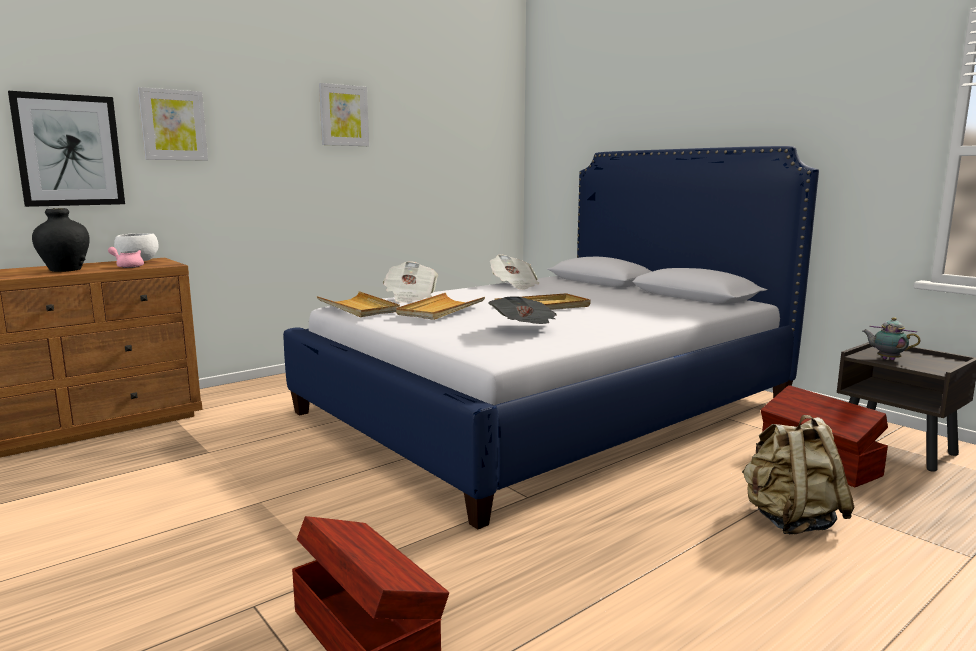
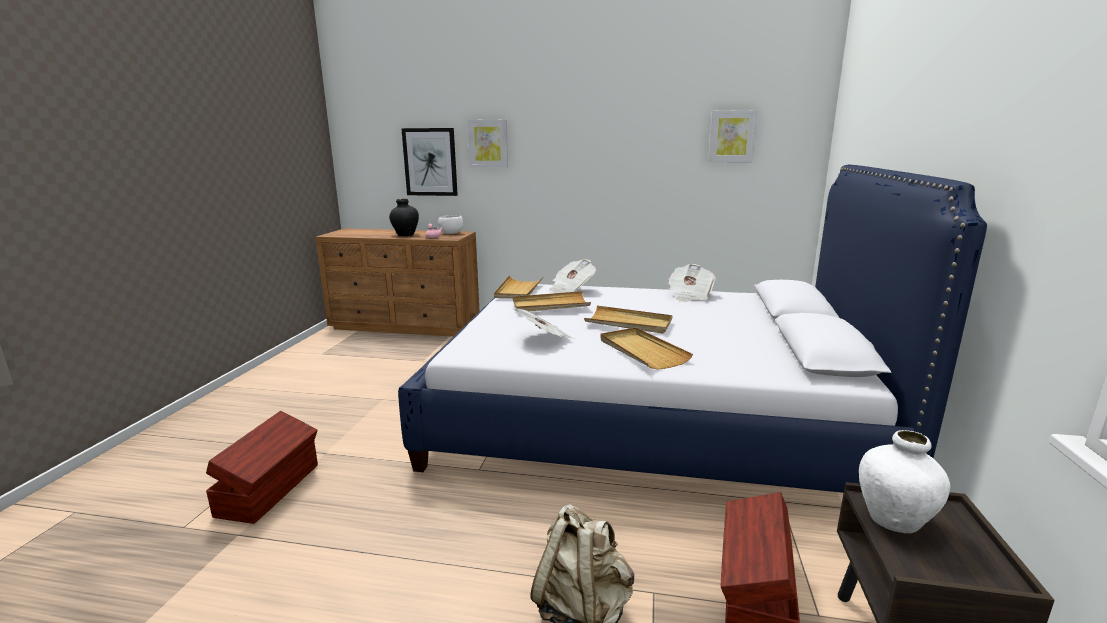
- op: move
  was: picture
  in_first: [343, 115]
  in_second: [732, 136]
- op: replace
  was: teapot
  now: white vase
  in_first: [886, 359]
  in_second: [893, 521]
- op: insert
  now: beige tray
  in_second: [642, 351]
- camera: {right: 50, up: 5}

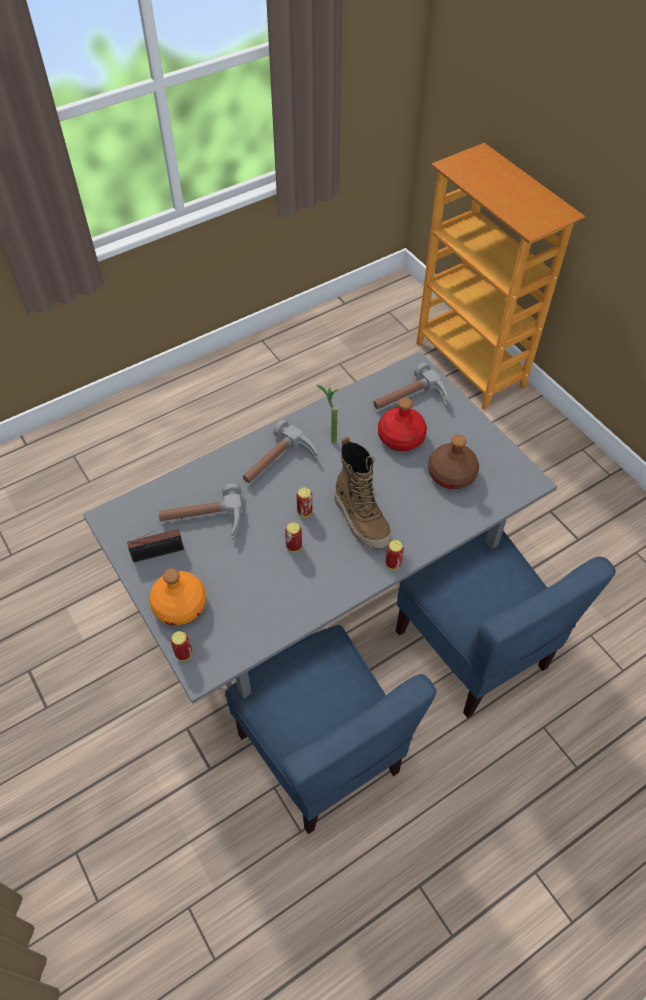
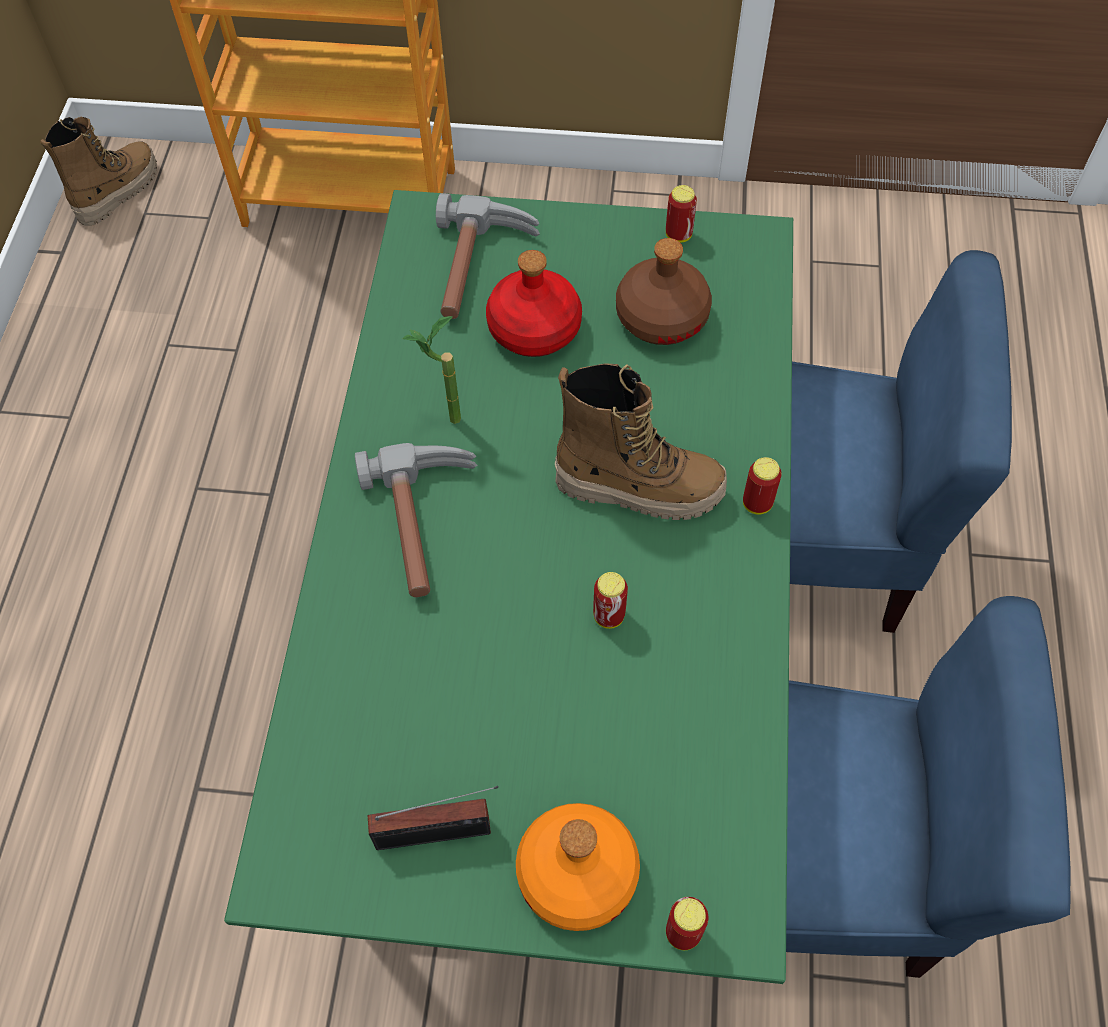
- op: recolor
  was: grey dining table
  now: green dining table
  in_first: [323, 595]
  in_second: [554, 672]
- op: rotate
  was: radio
  in_first: [161, 552]
  in_second: [440, 833]
  clockwise: 60
- op: delete
  was: hammer
  in_first: [203, 523]
- op: move
  was: can
  in_first: [304, 511]
  in_second: [678, 235]
- op: insert
  now: boot
  in_second: [117, 191]
- camera: {right: -50, up: 5}

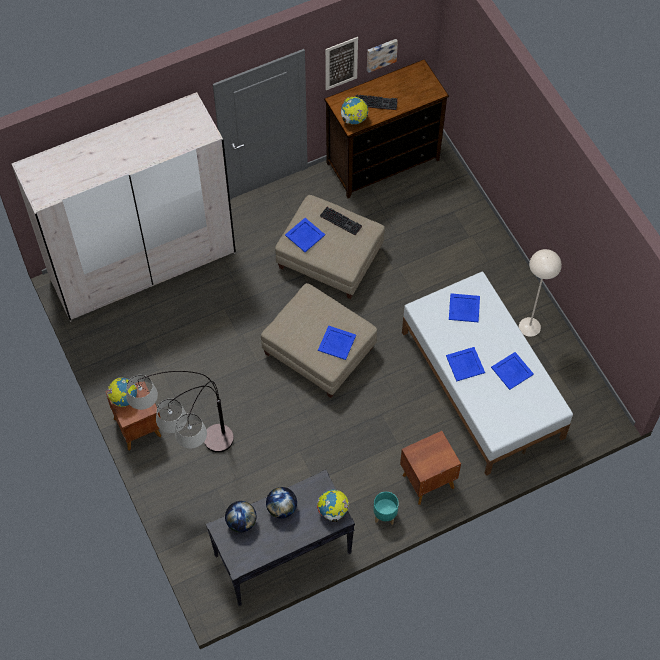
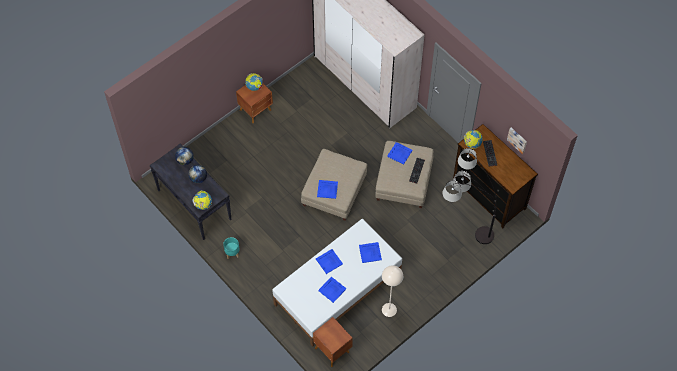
- op: move
  was: floor lamp
  in_first: [194, 465]
  in_second: [462, 227]
- op: delete
  was: picture
  in_first: [341, 63]
- op: move
  was: brown nightstand
  in_first: [427, 481]
  in_second: [332, 349]
- camera: {right: 75, up: 0}

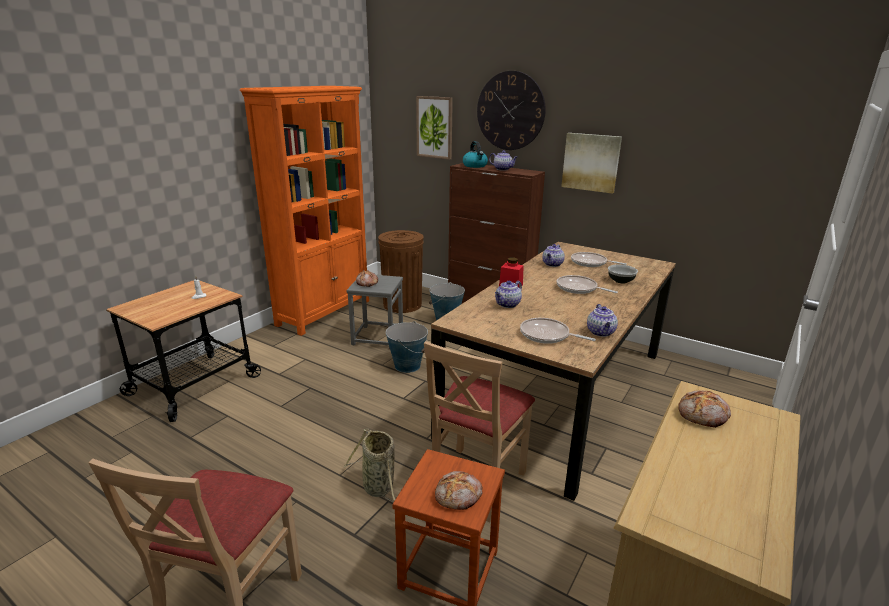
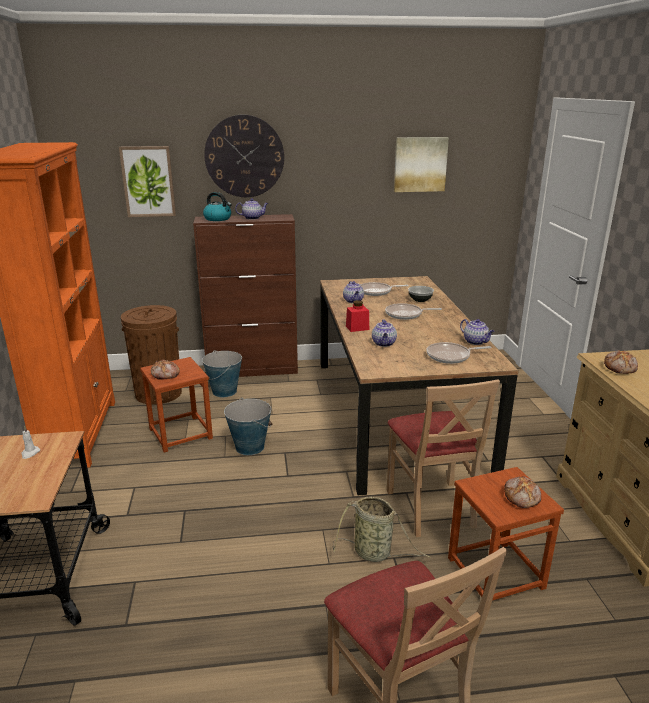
- op: recolor
  was: grey stool
  now: brown stool
  in_first: [377, 337]
  in_second: [180, 434]
- op: move
  was: picture
  in_first: [591, 162]
  in_second: [420, 164]
- camera: {right: -40, up: 0}

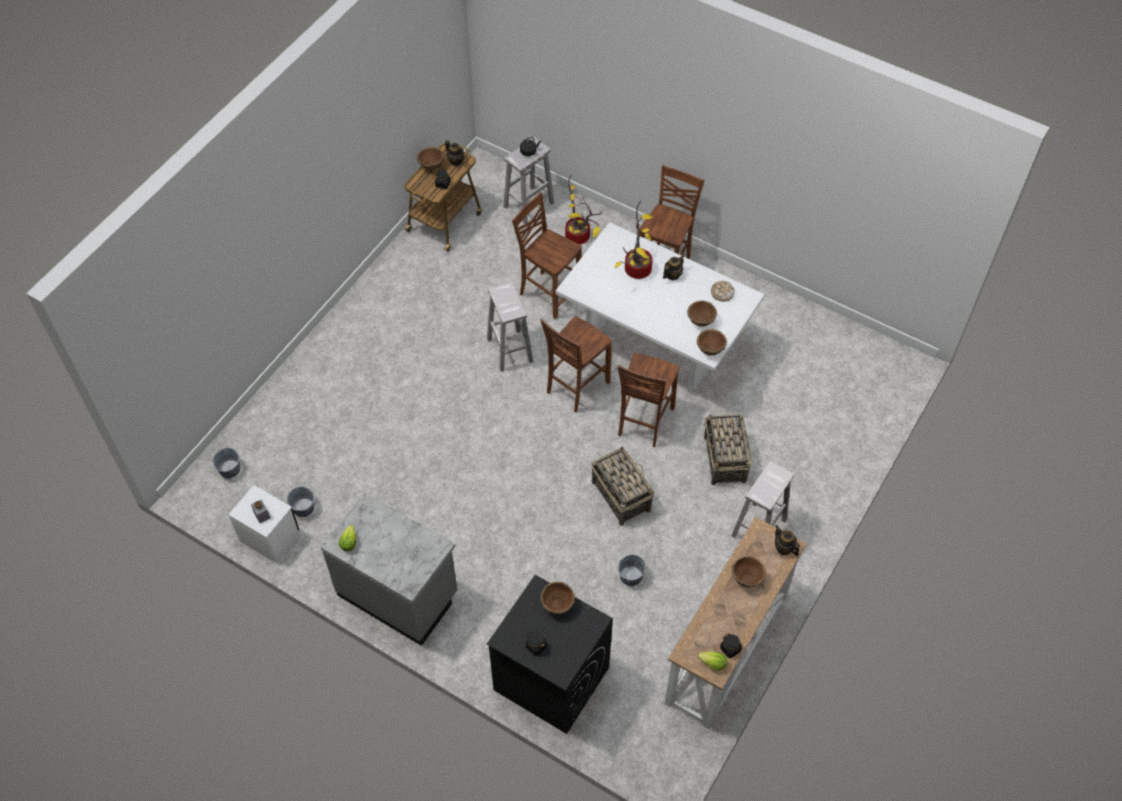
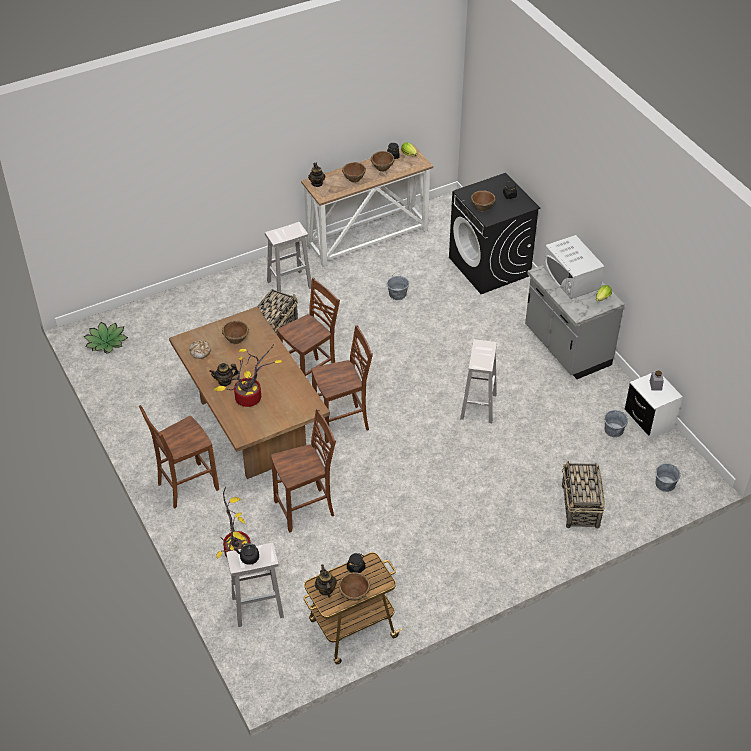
- op: move
  was: white stool
  in_first: [509, 349]
  in_second: [478, 407]
- op: rotate
  was: brown chair
  in_first: [548, 293]
  in_second: [306, 509]
  clockwise: -90
- op: recolor
  was: white dining table
  now: brown dining table
  in_first: [654, 344]
  in_second: [253, 428]
- op: move
  was: basket
  in_first: [620, 495]
  in_second: [580, 507]
- op: move
  was: brown bowl
  in_first: [710, 350]
  in_second: [382, 168]
- op: insert
  now: potted plant
  in_second: [106, 342]
- op: insert
  now: white microwave
  in_second: [571, 278]
- camera: {right: -150, up: -10}

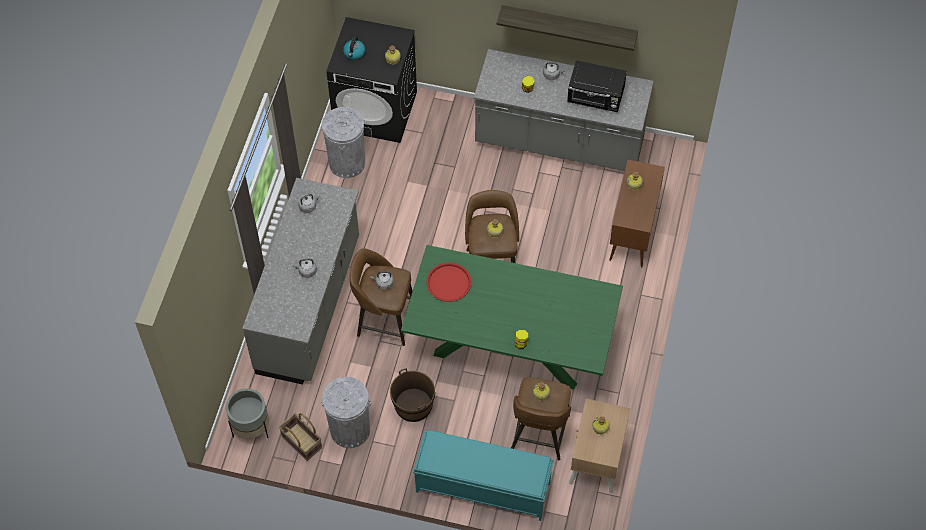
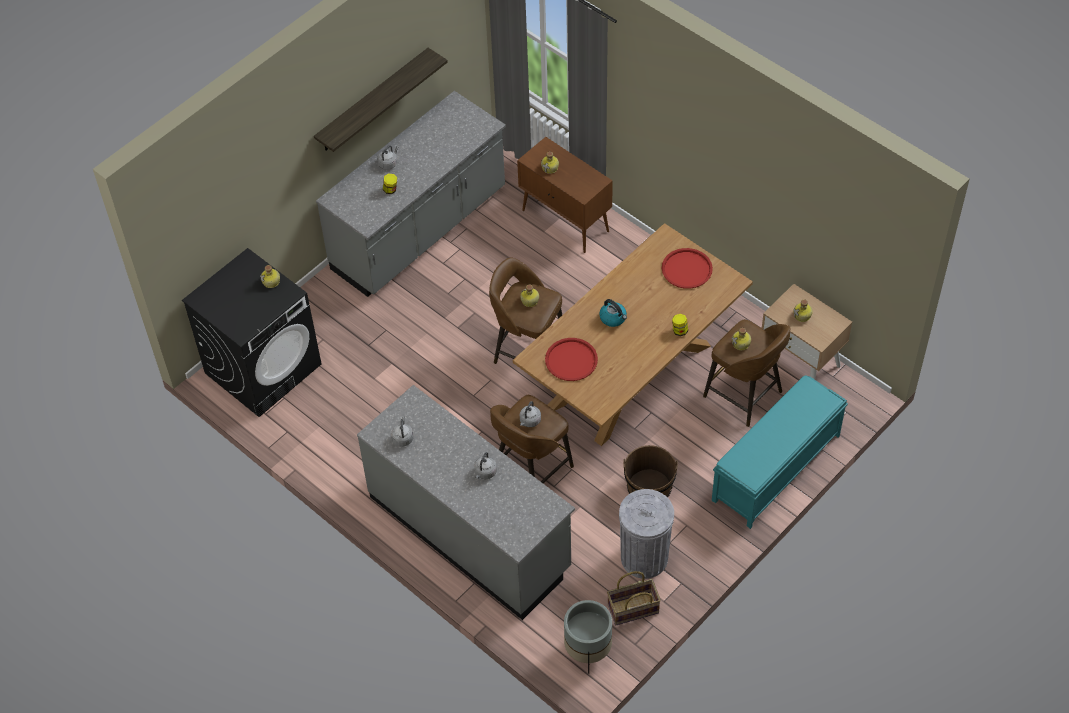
- op: delete
  was: grey trash can
  in_first: [347, 163]
- op: move
  was: kettle
  in_first: [354, 53]
  in_second: [613, 318]
- op: recolor
  was: green dining table
  now: brown dining table
  in_first: [511, 346]
  in_second: [631, 375]
- op: delete
  was: black microwave
  in_first: [596, 98]
- op: insert
  now: red tray
  in_second: [687, 269]
- camera: {right: -60, up: -5}

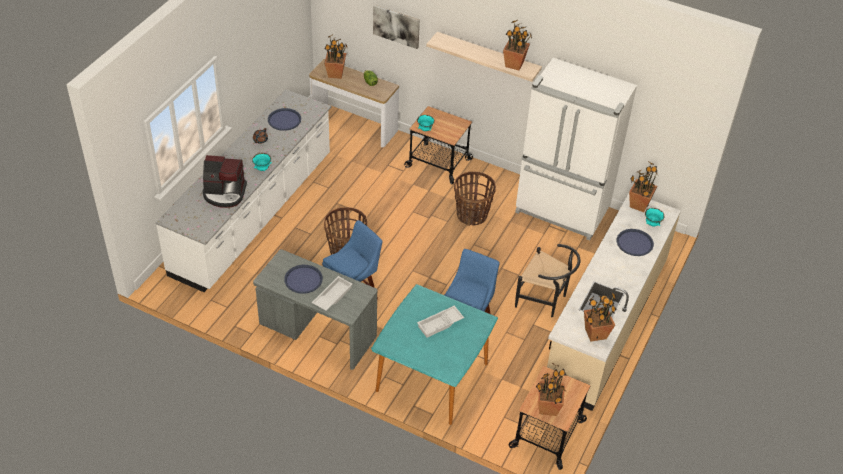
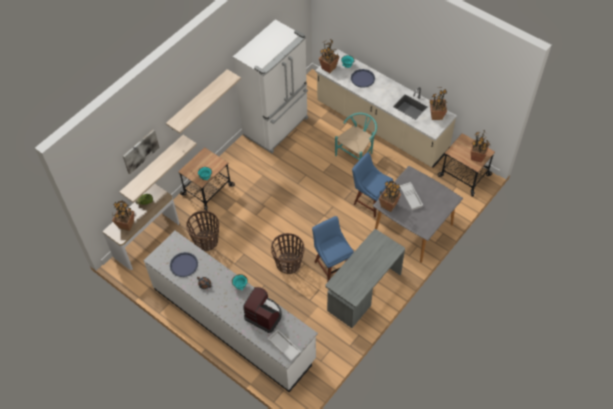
- op: rotate
  was: coffee machine
  in_first: [224, 193]
  in_second: [264, 315]
  clockwise: -75
- op: delete
  was: blue tray
  in_first: [303, 279]
- op: move
  was: white tray
  in_first: [332, 296]
  in_second: [283, 346]
- op: recolor
  was: turquoise dining table
  now: grey dining table
  in_first: [432, 377]
  in_second: [413, 228]
- op: move
  was: basket
  in_first: [472, 215]
  in_second: [206, 241]
- op: move
  was: potted plant
  in_first: [514, 64]
  in_second: [388, 205]
- op: recolor
  was: black chair
  now: turquoise chair
  in_first: [545, 300]
  in_second: [357, 154]
- op: insert
  now: shelf
  in_second: [153, 167]
- camera: {right: -75, up: 10}

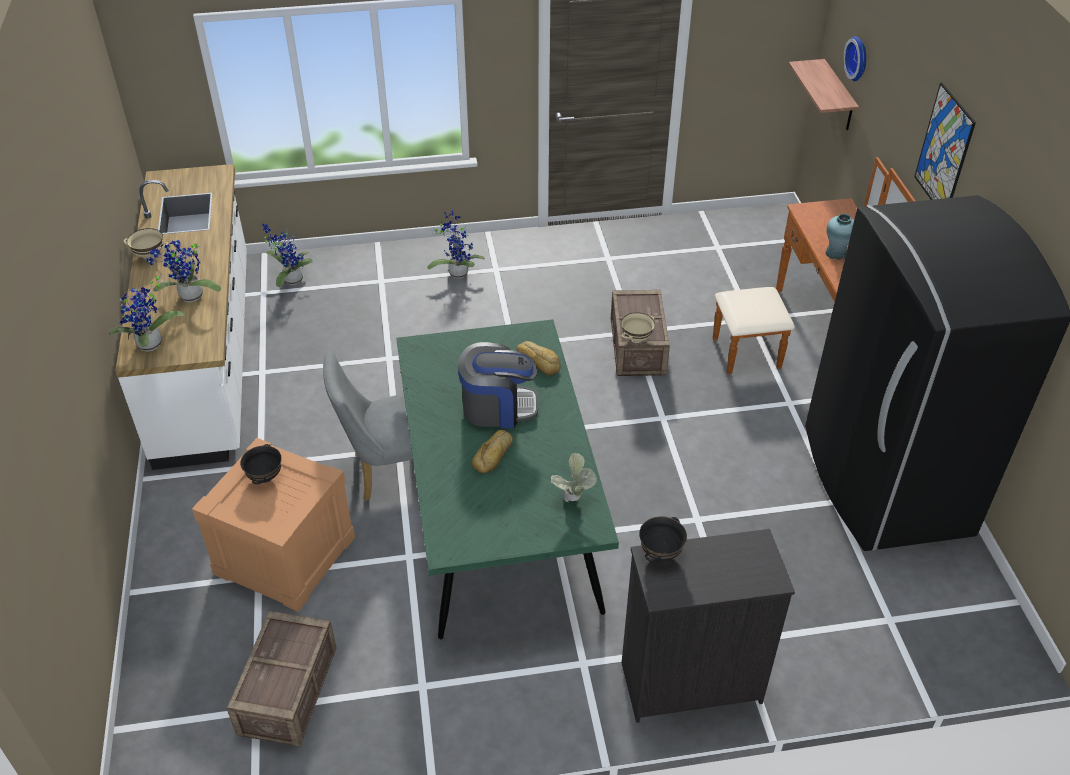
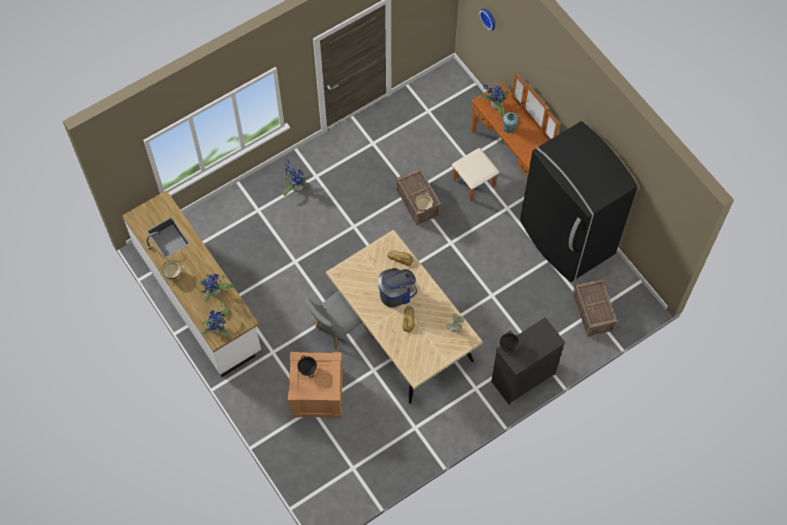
- op: move
  was: crate
  in_first: [289, 692]
  in_second: [593, 312]
- op: move
  was: potted plant
  in_first: [290, 279]
  in_second: [495, 106]
- op: recolor
  was: green dining table
  now: beige dining table
  in_first: [499, 515]
  in_second: [402, 331]
- op: delete
  was: shelf
  in_first: [838, 97]
- op: delete
  was: picture
  in_first: [944, 151]
- camera: {right: -25, up: 20}

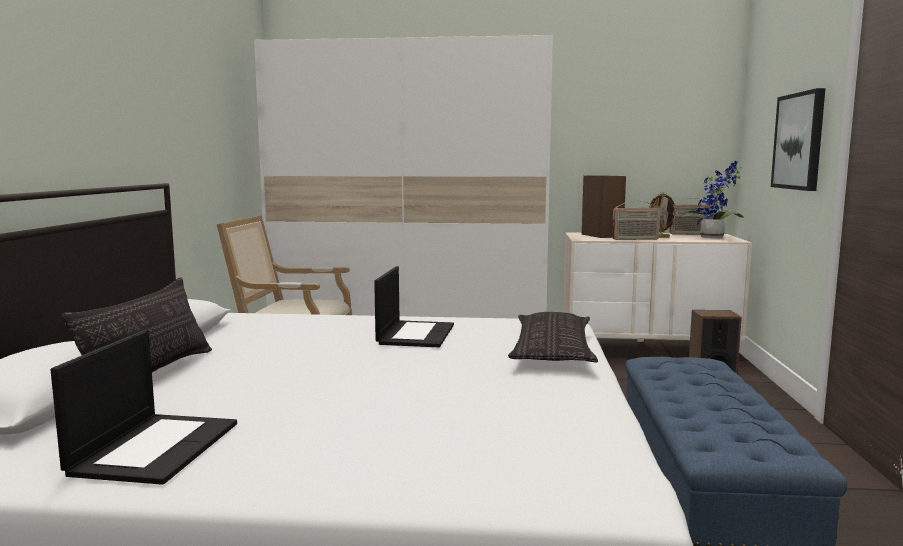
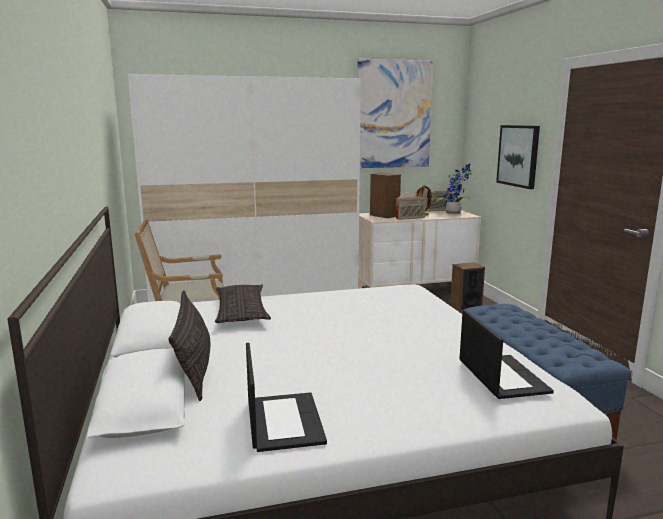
- op: move
  was: laptop
  in_first: [415, 334]
  in_second: [501, 376]
- op: move
  was: pillow
  in_first: [552, 349]
  in_second: [241, 311]
- op: insert
  now: picture
  in_second: [393, 114]
- camera: {right: -20, up: 5}

